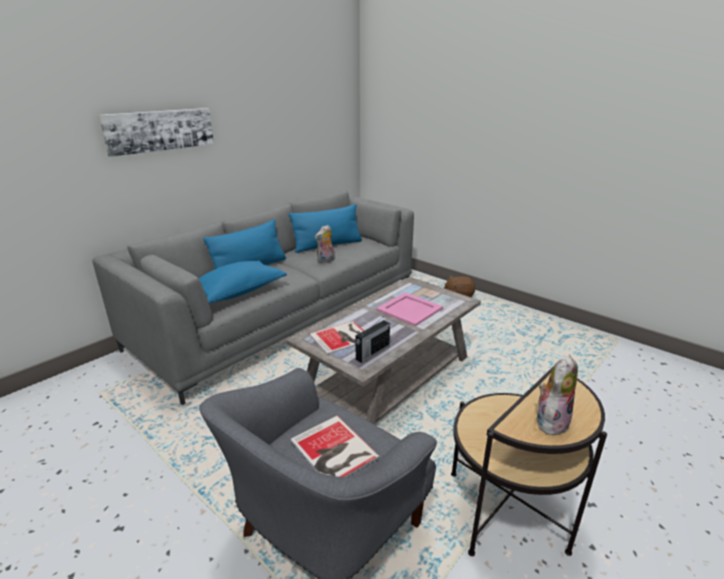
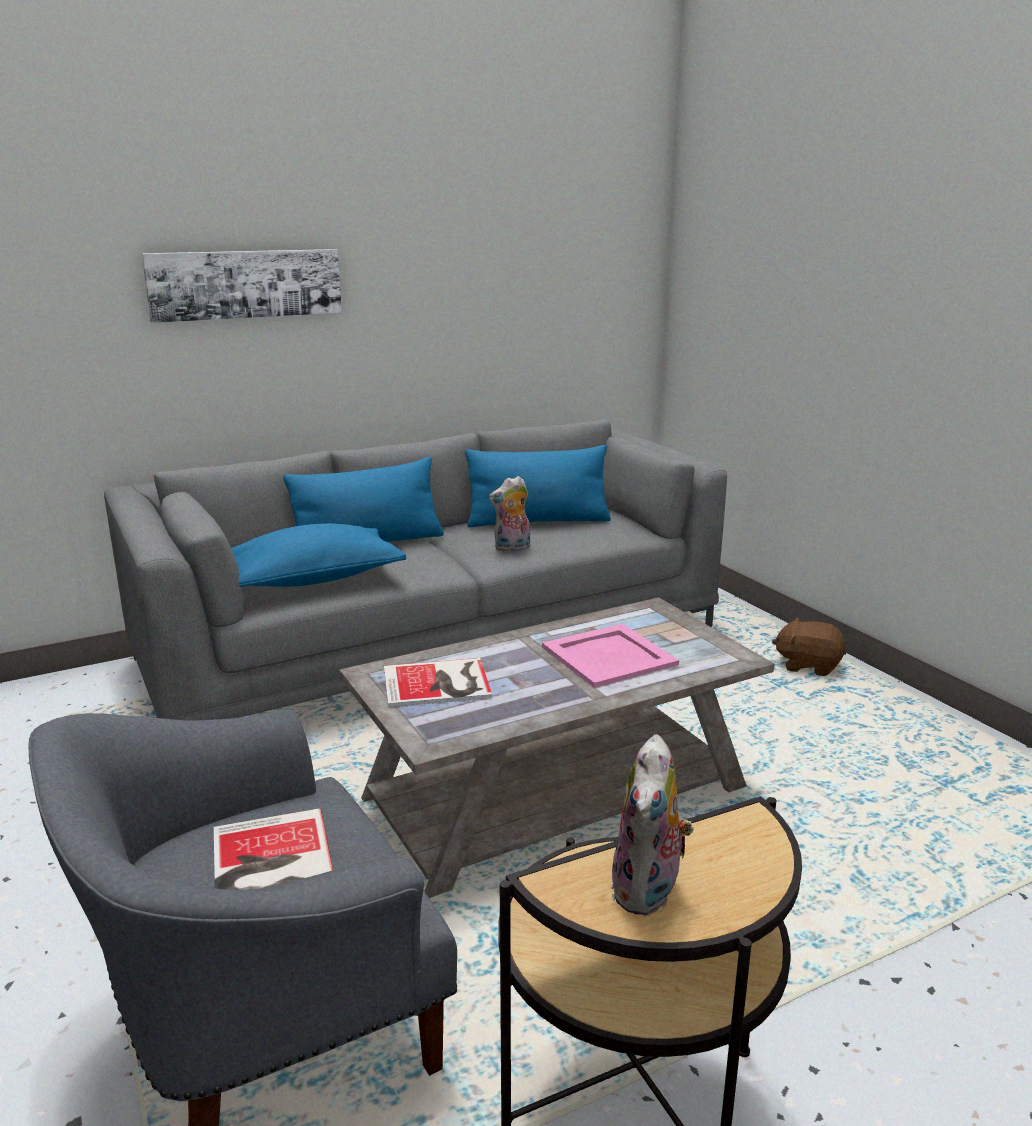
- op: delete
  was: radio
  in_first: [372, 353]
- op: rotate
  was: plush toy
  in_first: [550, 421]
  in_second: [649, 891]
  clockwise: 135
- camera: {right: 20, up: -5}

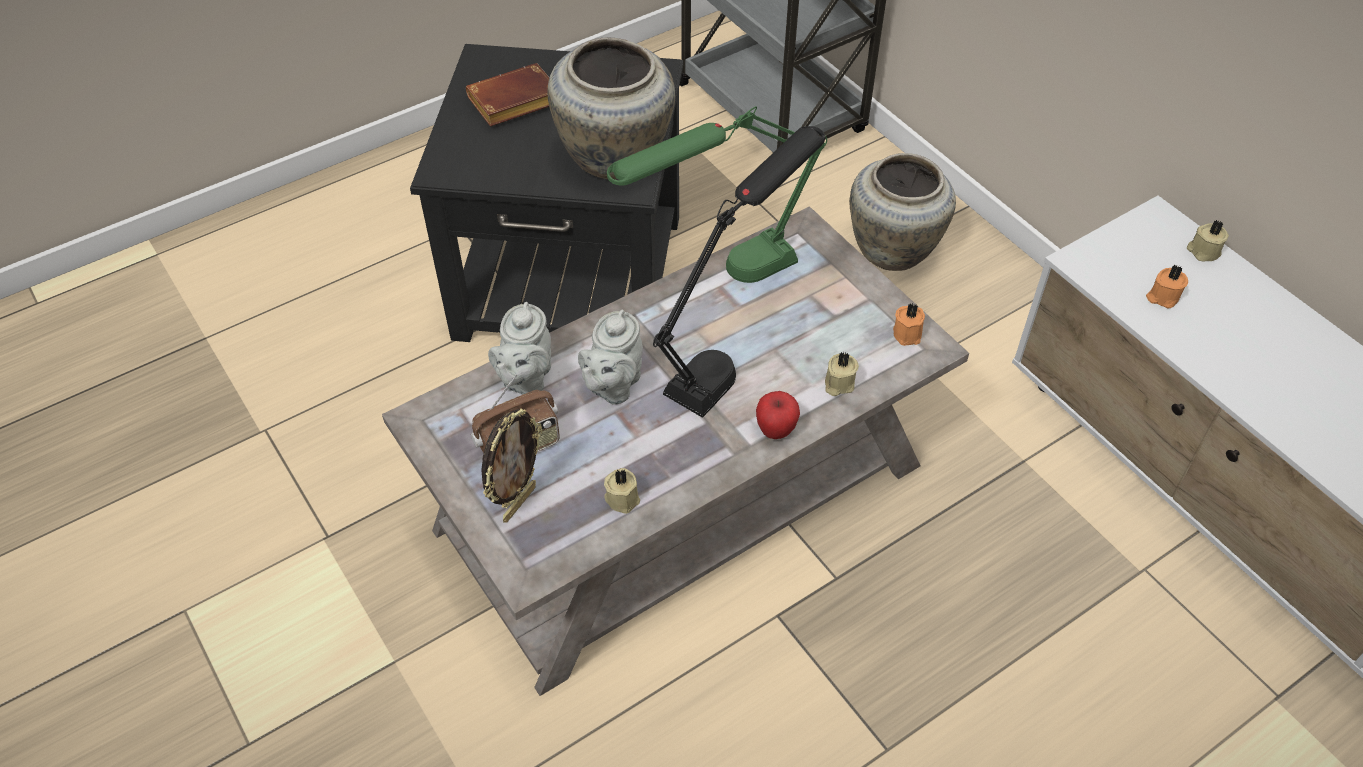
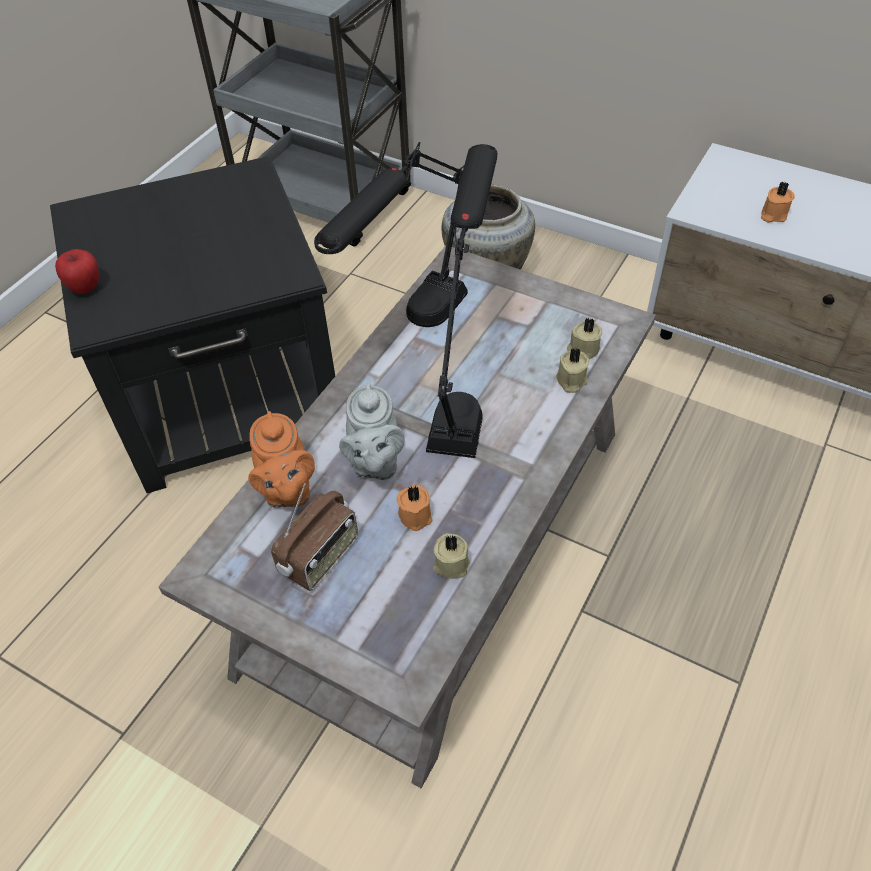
- op: delete
  was: brown book
  in_first: [513, 104]
- op: delete
  was: picture frame
  in_first: [518, 502]
- op: recolor
  was: grey teapot
  now: orange teapot
  in_first: [525, 379]
  in_second: [287, 491]
- op: delete
  was: beige vase
  in_first: [614, 159]
- op: recolor
  was: green table lamp
  now: black table lamp
  in_first: [720, 279]
  in_second: [411, 332]
- op: move
  was: apple
  in_first: [775, 430]
  in_second: [85, 288]
- op: move
  was: orange candle
  in_first: [908, 333]
  in_second: [416, 515]
- op: move
  was: beige candle
  in_first: [1203, 251]
  in_second: [583, 349]
- camera: {right: -25, up: 0}

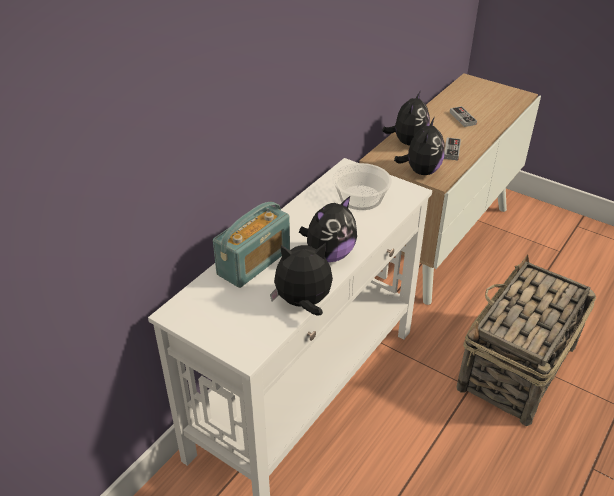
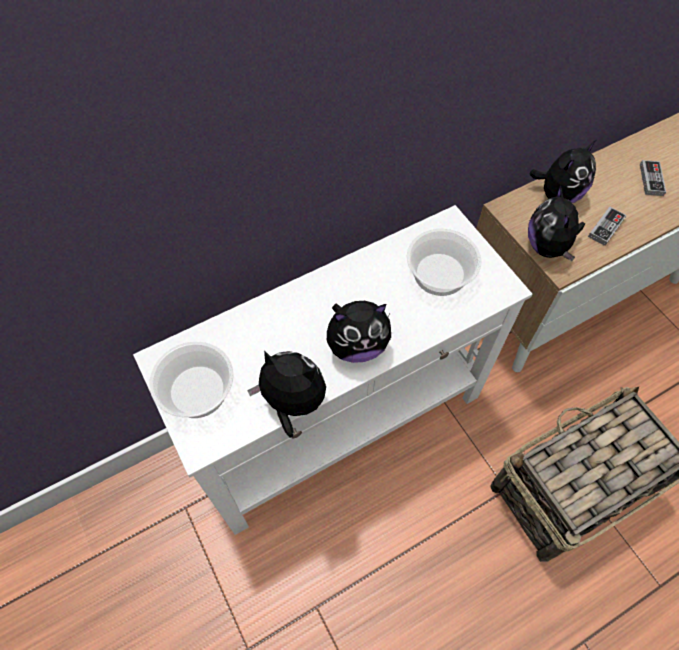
- op: delete
  was: radio
  in_first: [254, 262]
- op: rotate
  was: plush toy
  in_first: [421, 171]
  in_second: [548, 247]
  clockwise: 135
- op: insert
  now: bowl
  in_second: [198, 391]
- camera: {right: 25, up: 20}

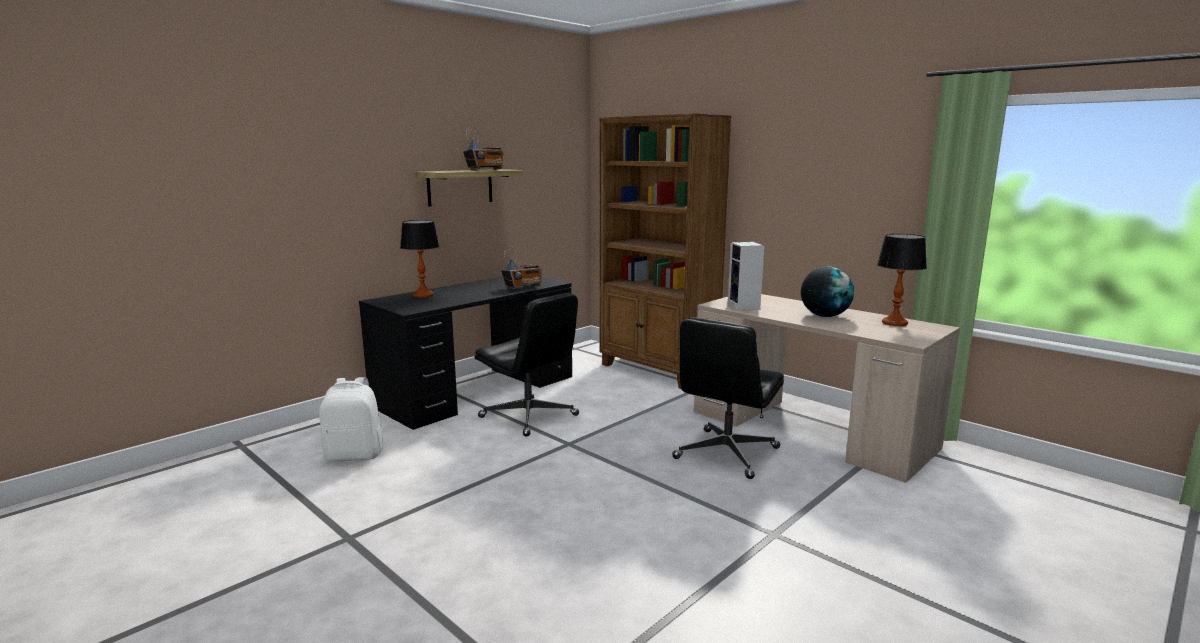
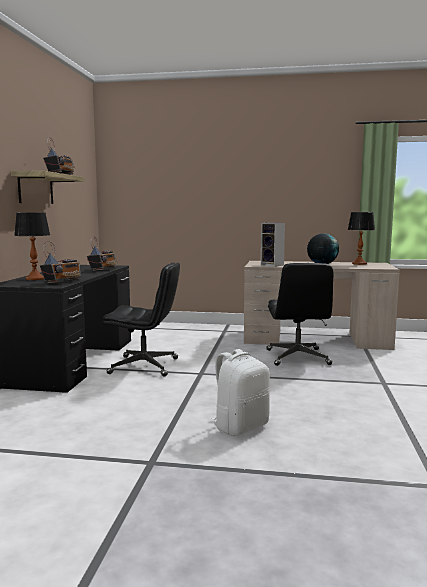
- op: move
  was: white backpack
  in_first: [355, 455]
  in_second: [240, 426]
- op: delete
  was: brown bookcase
  in_first: [658, 371]
- op: insert
  now: radio
  in_second: [62, 282]
- camera: {right: -35, up: -5}

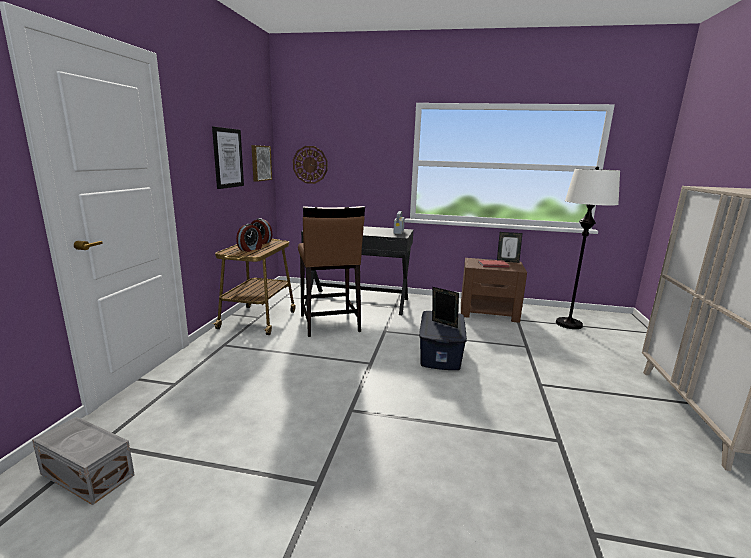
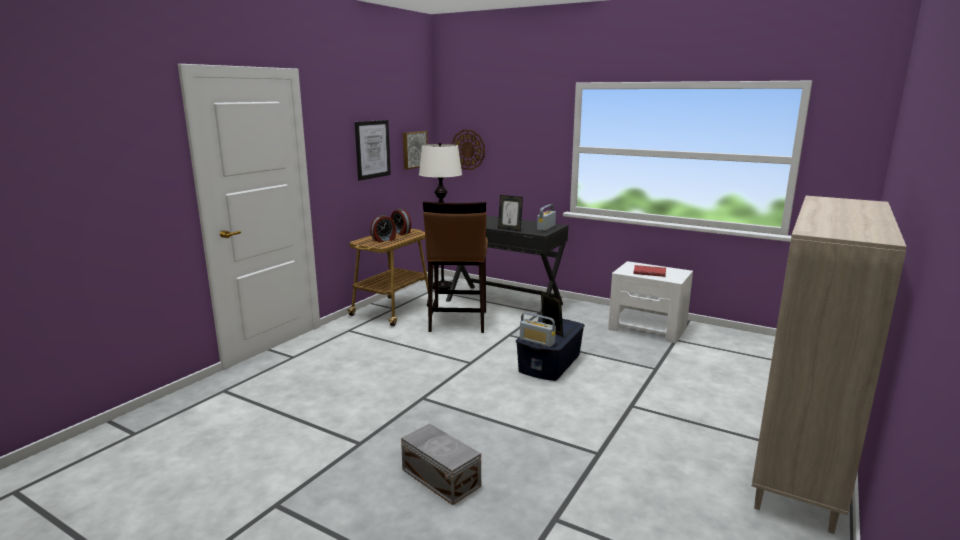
- op: move
  was: grey storage box
  in_first: [88, 473]
  in_second: [441, 477]
- op: recolor
  was: brown nightstand
  now: white nightstand
  in_first: [489, 312]
  in_second: [648, 328]
- op: move
  was: picture frame
  in_first: [507, 261]
  in_second: [510, 229]
- op: move
  was: white floor lamp
  in_first: [569, 324]
  in_second: [443, 286]
- op: insert
  now: radio
  in_second: [537, 341]
- camera: {right: 20, up: 0}

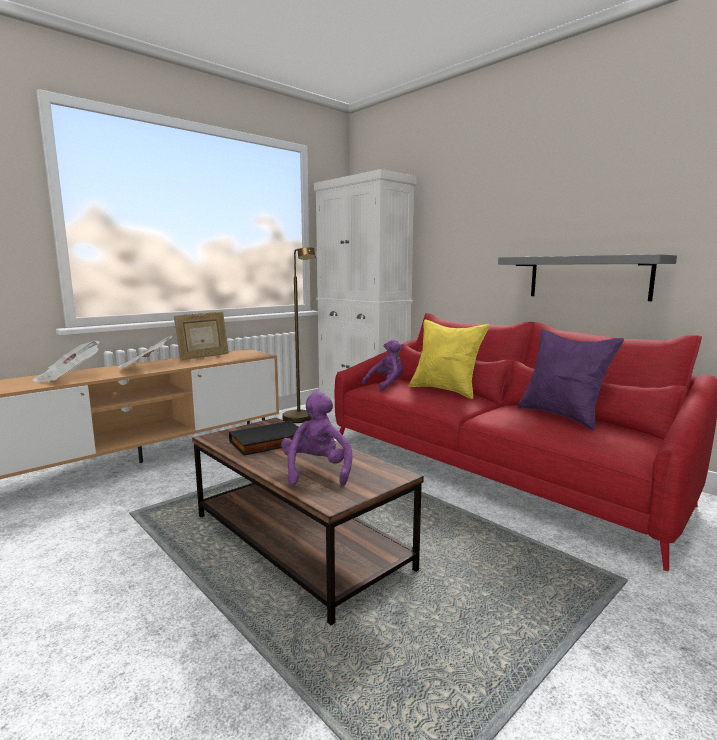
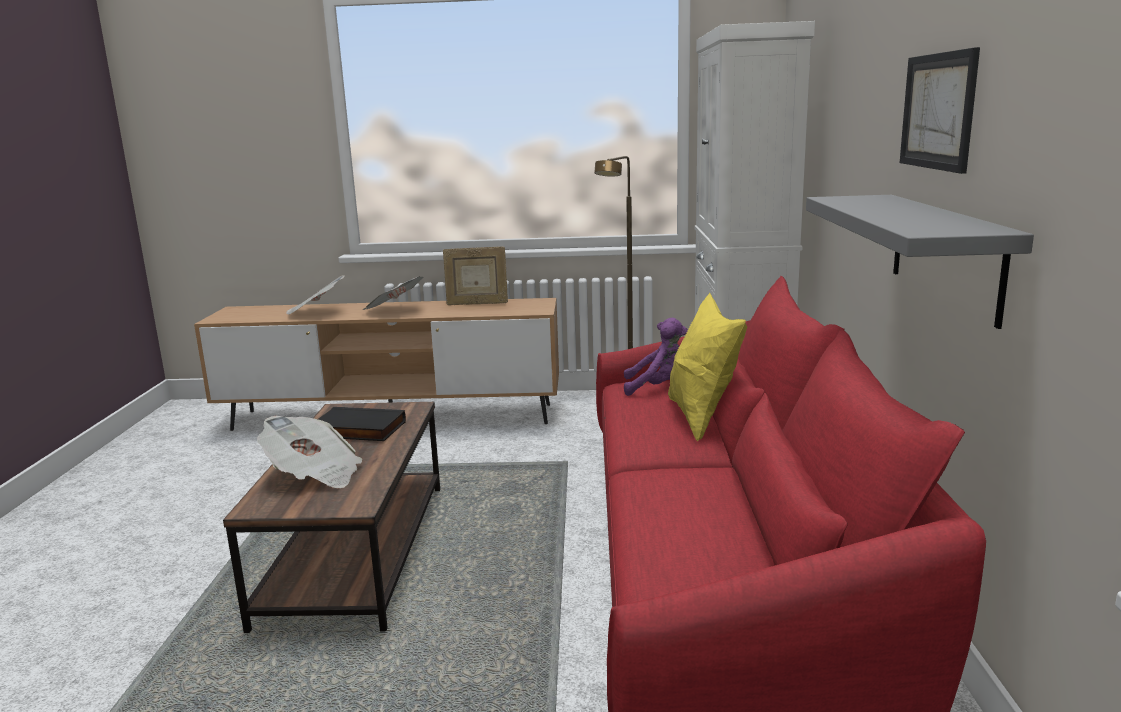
- op: replace
  was: purple plush toy
  now: newspaper
  in_first: [316, 471]
  in_second: [314, 475]
- op: delete
  was: purple pillow
  in_first: [562, 416]
- op: insert
  now: picture
  in_second: [938, 111]
- camera: {right: 45, up: 5}

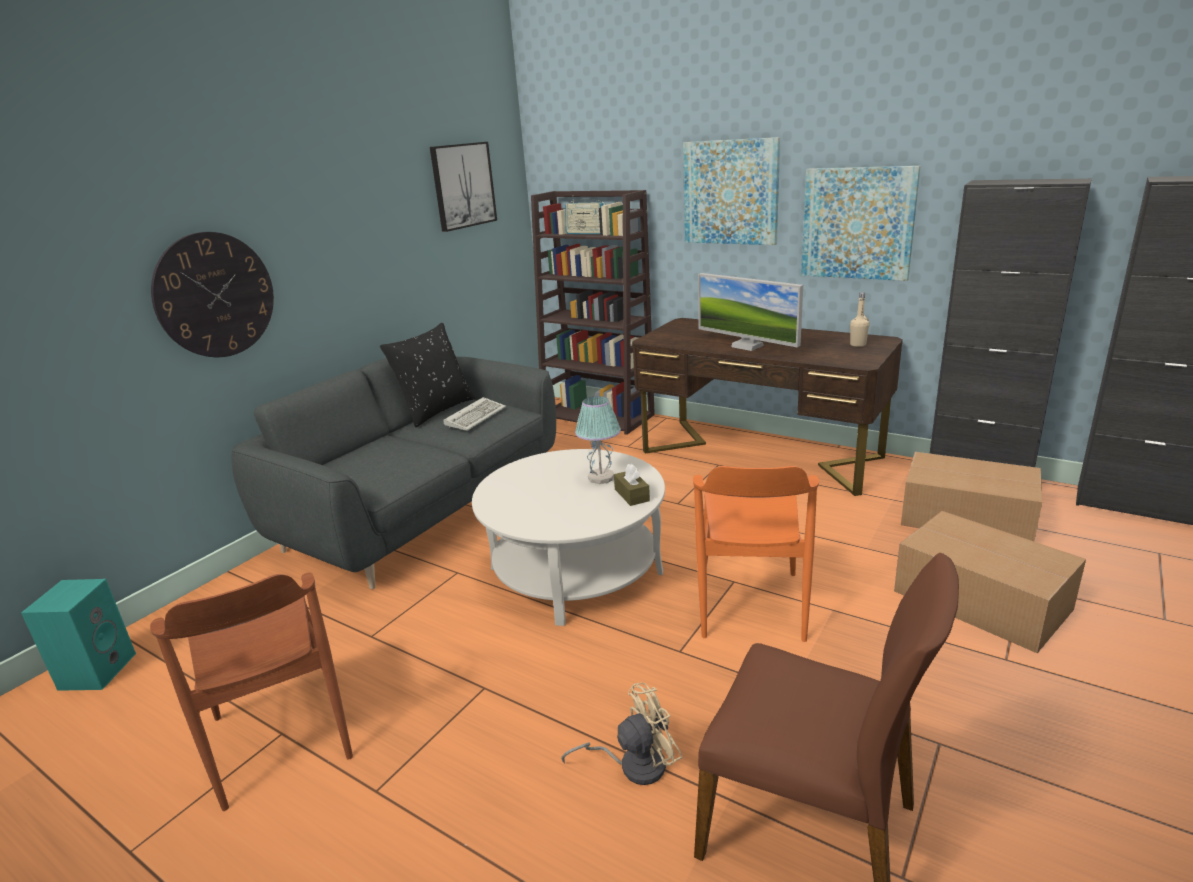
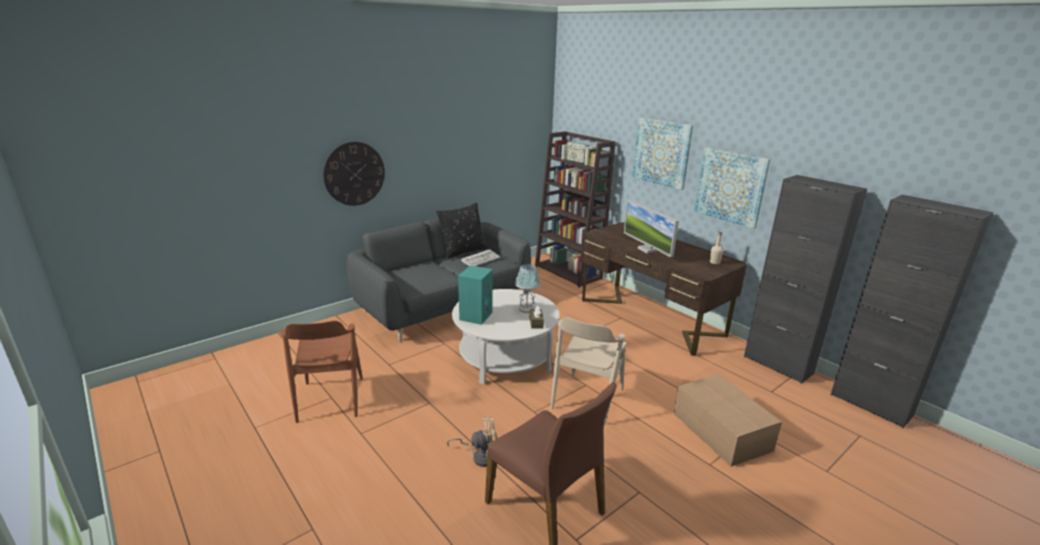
- op: move
  was: turquoise speaker
  in_first: [97, 670]
  in_second: [475, 315]
- op: delete
  was: picture
  in_first: [463, 185]
- op: recolor
  was: orange chair
  now: beige chair
  in_first: [750, 604]
  in_second: [587, 399]
- op: delete
  was: cardboard box
  in_first: [968, 518]
- camera: {right: 15, up: 0}

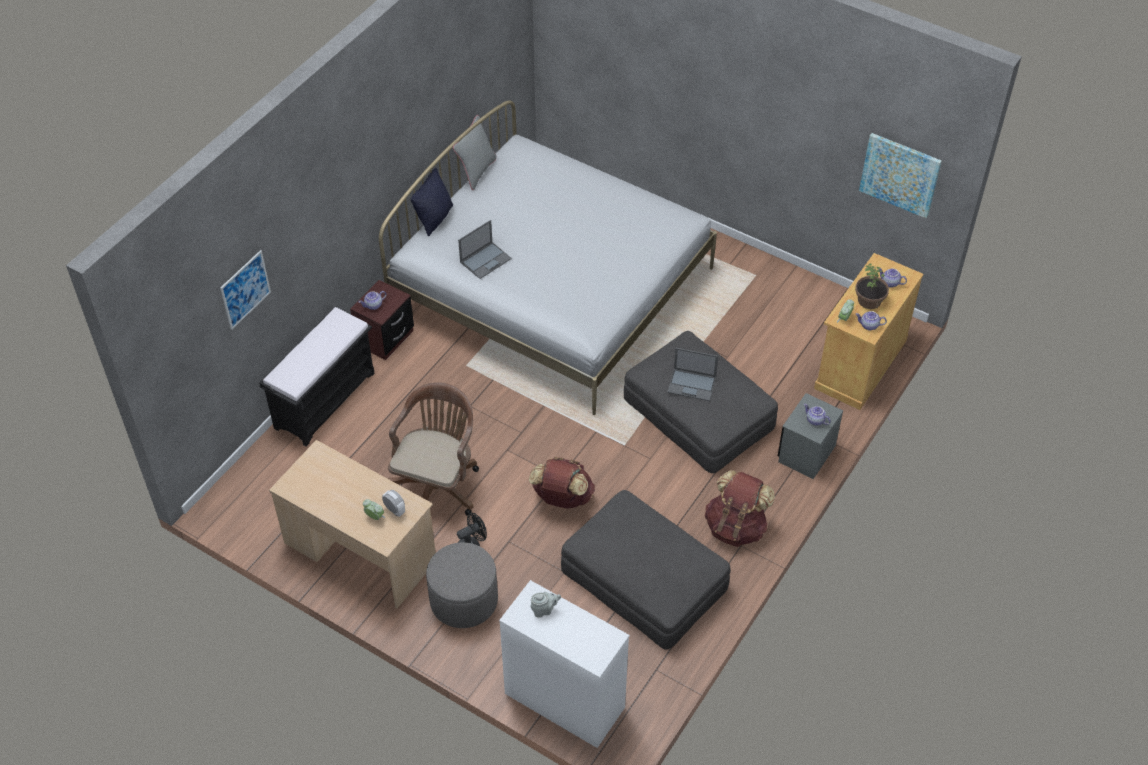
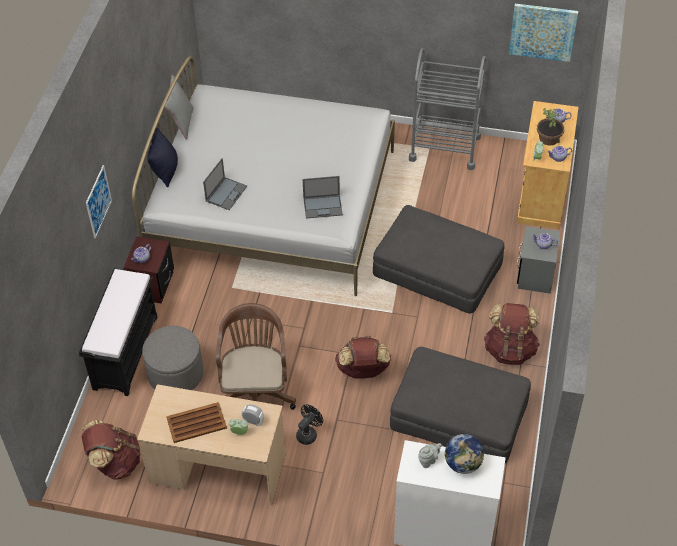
- op: move
  was: picture
  in_first: [245, 289]
  in_second: [98, 201]
- op: move
  was: grey ottoman
  in_first: [464, 600]
  in_second: [175, 374]
- op: move
  was: laptop
  in_first: [692, 384]
  in_second: [323, 206]
- op: insert
  now: brown backpack
  in_second: [115, 462]
- op: insert
  now: brown tray
  in_second: [196, 423]
- op: insert
  now: grey cart
  in_second: [444, 148]
- op: insert
  now: globe
  in_second: [463, 464]
- camera: {right: -20, up: 0}

